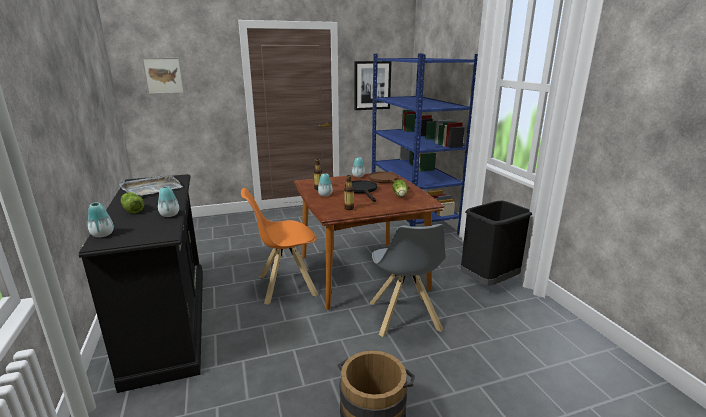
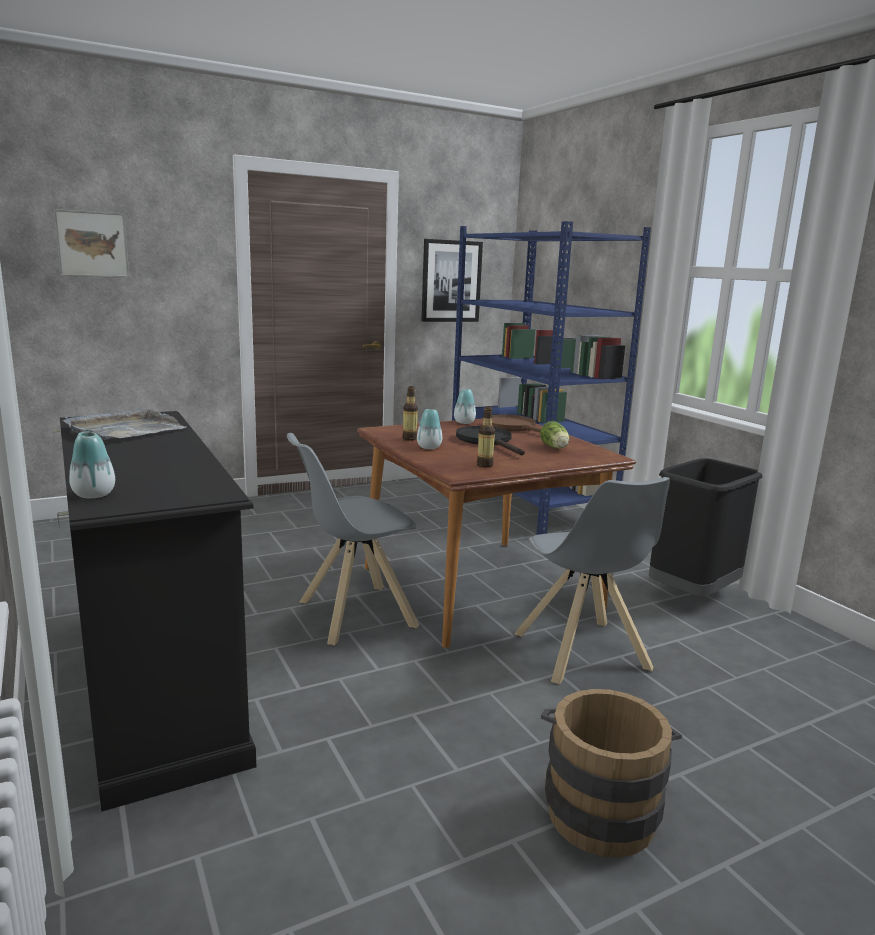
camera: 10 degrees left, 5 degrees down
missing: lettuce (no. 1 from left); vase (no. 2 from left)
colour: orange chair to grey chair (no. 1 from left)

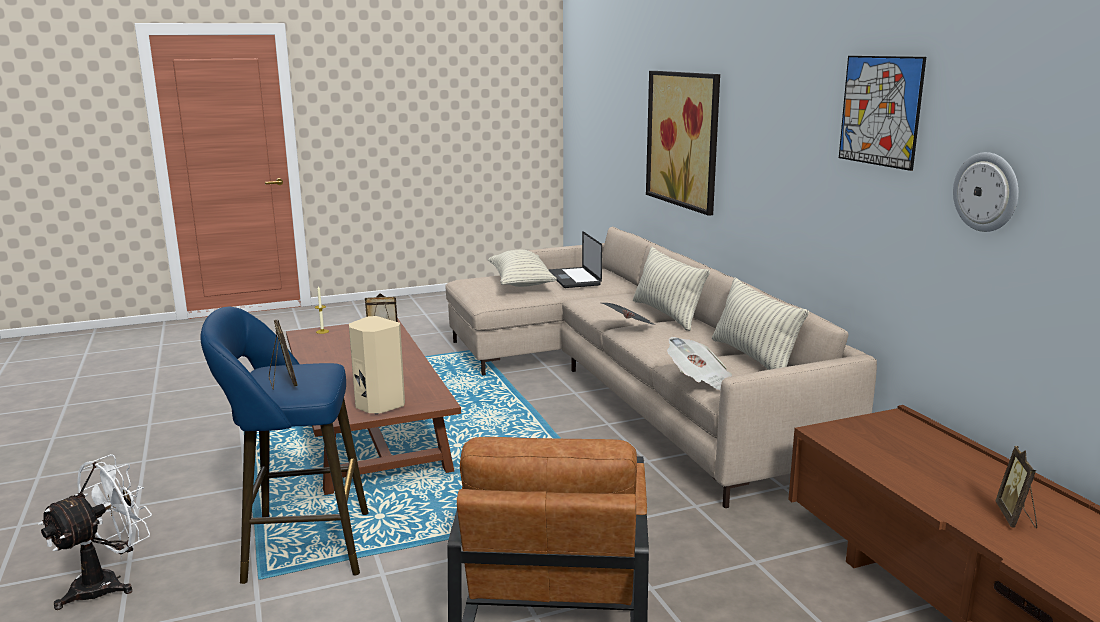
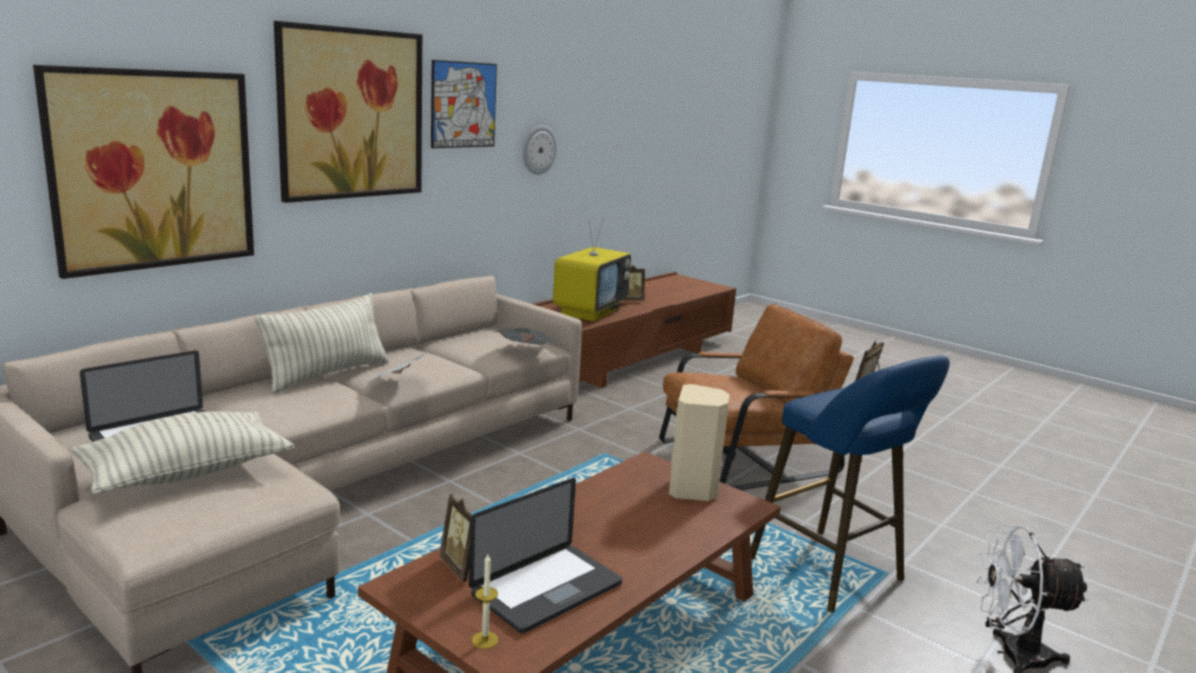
camera: 120 degrees left, 0 degrees up
missing: pillow (no. 3 from left)
appeared: picture (no. 2 from left); laptop (no. 2 from left); television

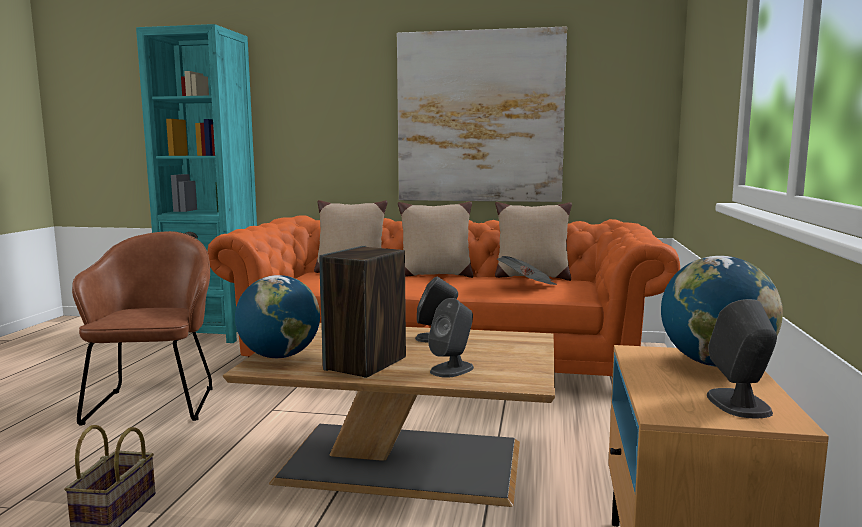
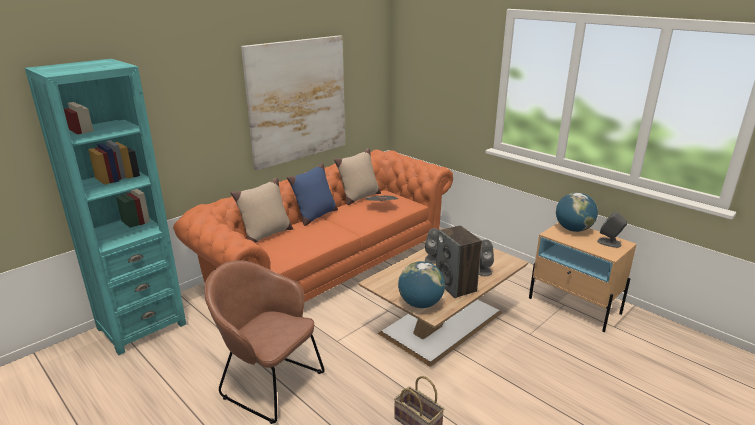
camera: 55 degrees left, 15 degrees up
colour: beige pillow (no. 2 from left) to blue pillow

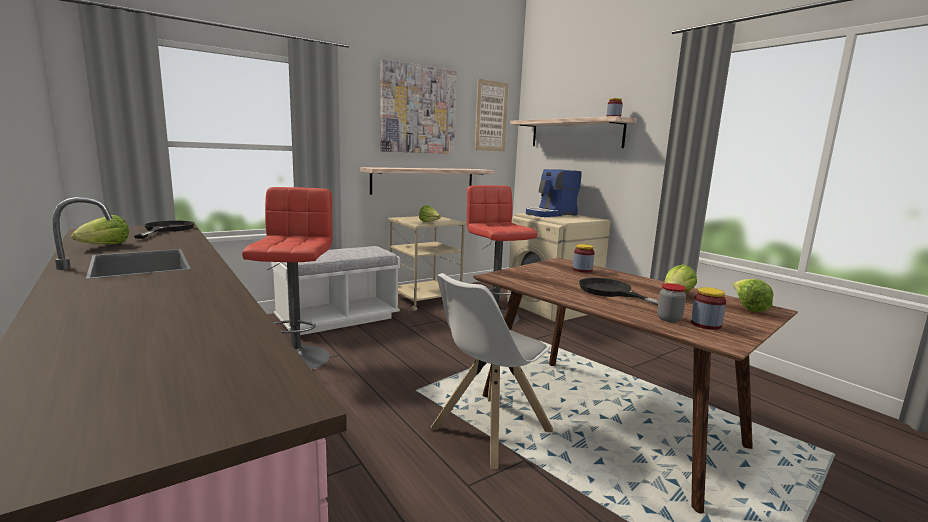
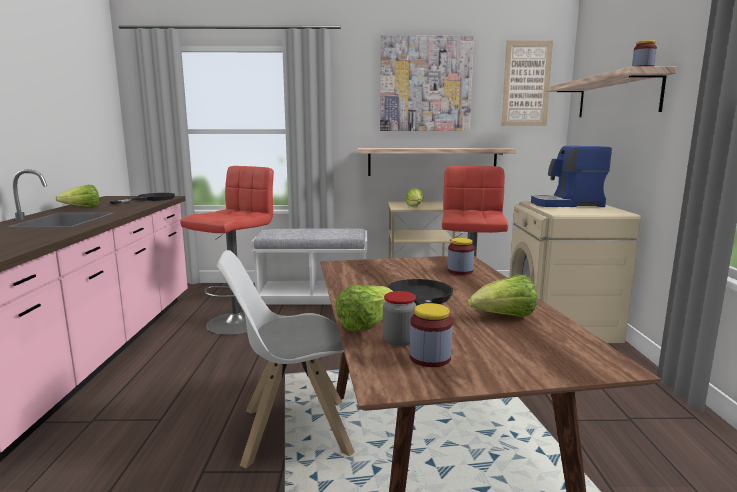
camera: 35 degrees right, 0 degrees up
relocated: lettuce (no. 4 from left in the first image) to lettuce (no. 2 from left)

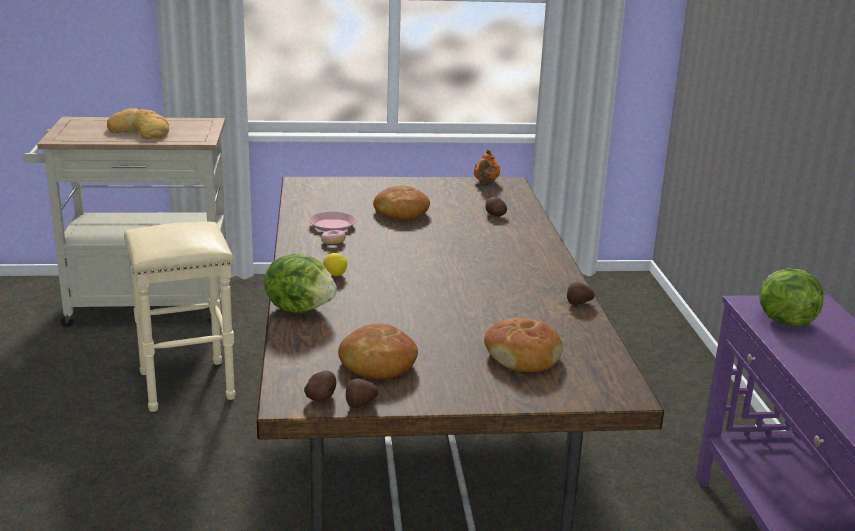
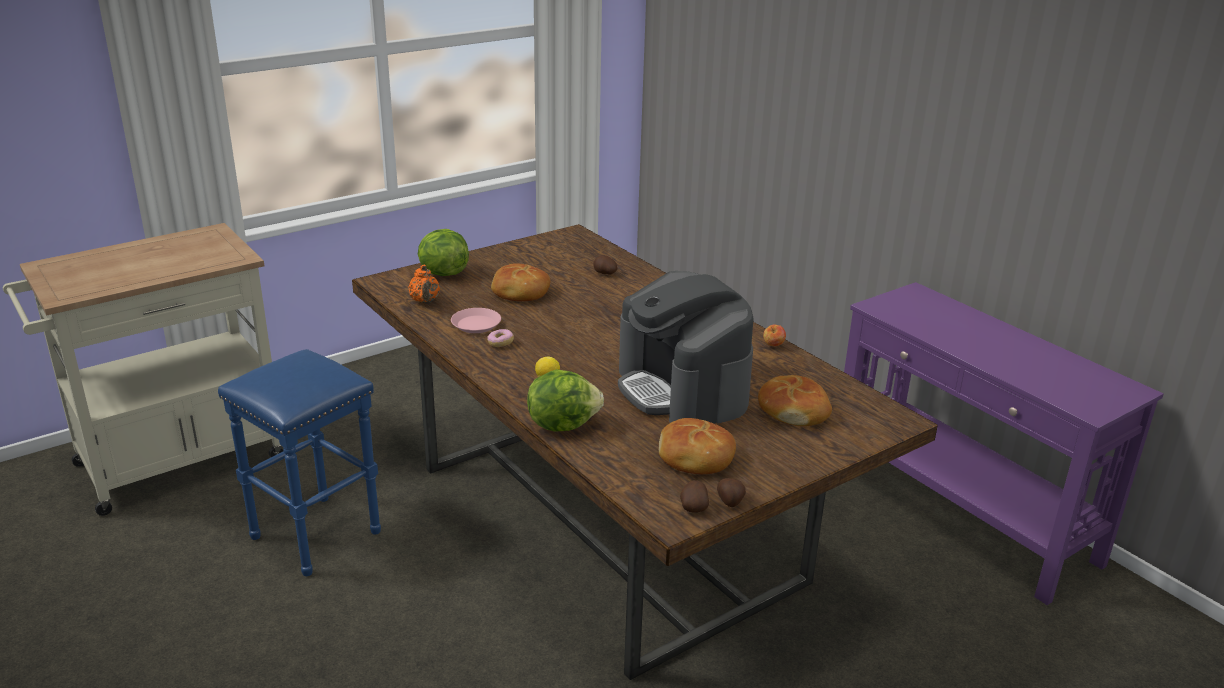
camera: 30 degrees left, 5 degrees up
missing: bread (no. 1 from left)
appeared: coffee machine
relocated: orange teapot; lettuce (no. 2 from left in the first image) to lettuce (no. 1 from left)
exchanged: potato (no. 4 from left) to apple
colour: beige stool to blue stool

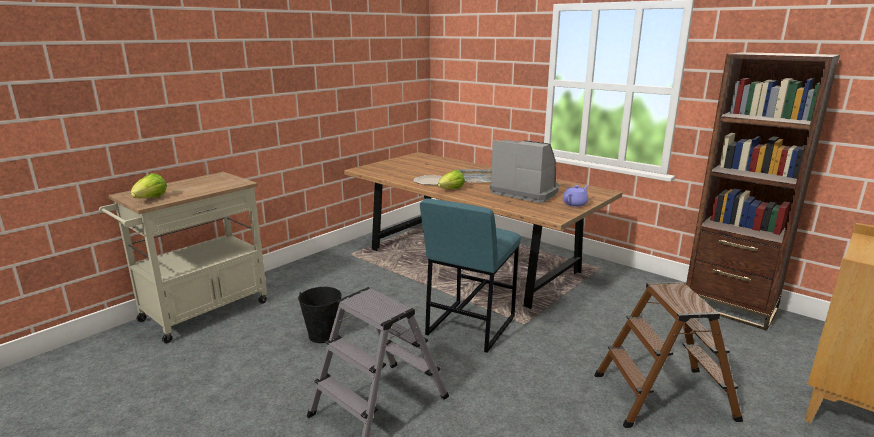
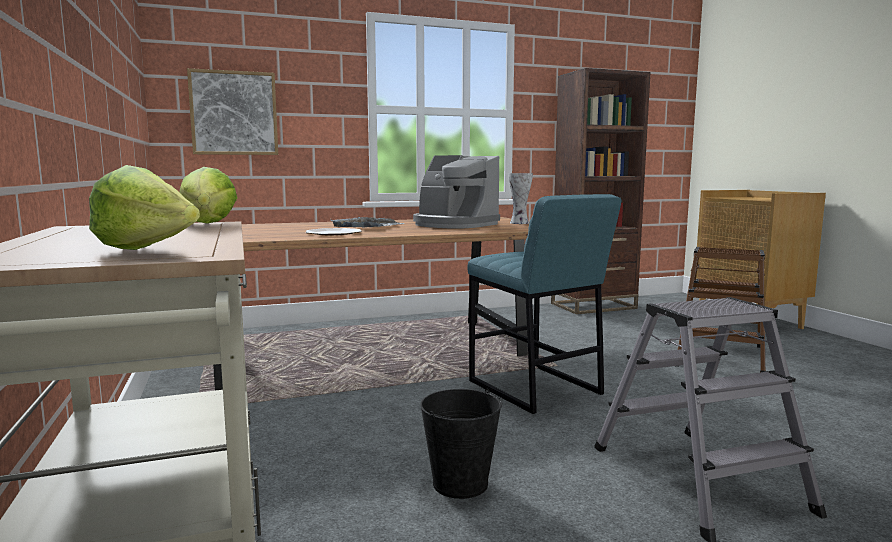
camera: 60 degrees left, 10 degrees down
appeared: picture
relocated: lettuce (no. 2 from left)
exchanged: purple teapot to vase
spun: coffee machine 120 degrees counterclockwise

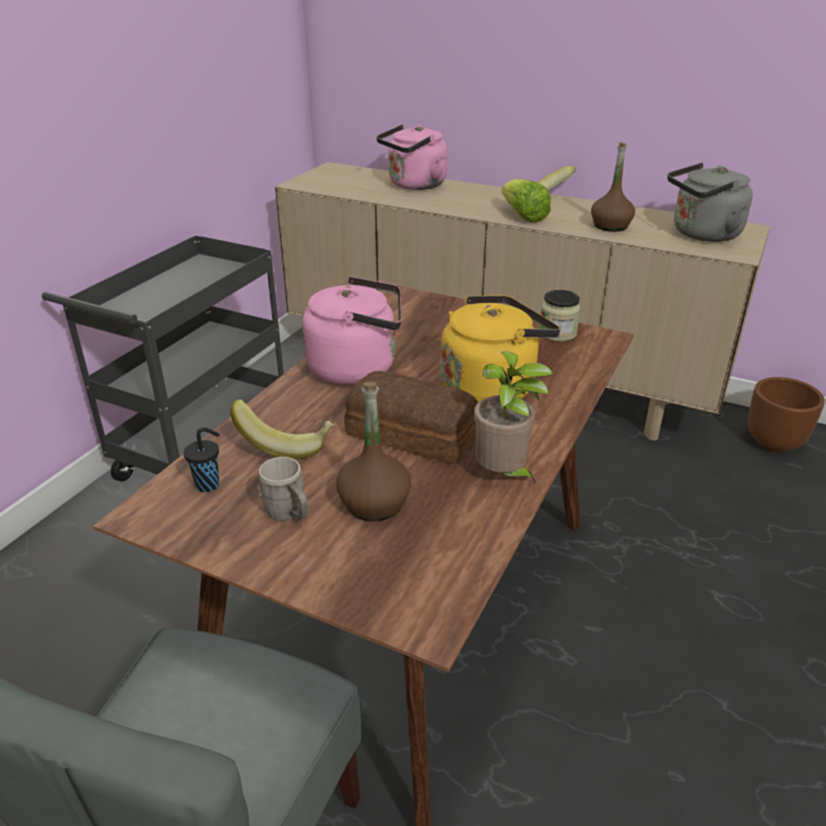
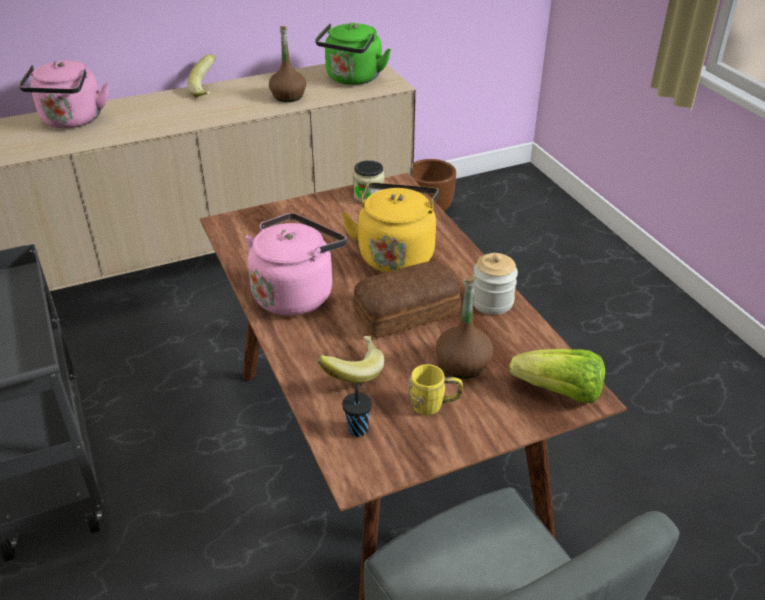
camera: 50 degrees left, 5 degrees up
relocated: lettuce
exchanged: potted plant to jar (no. 2 from left)
colour: grey mug to yellow mug; grey kettle to green kettle

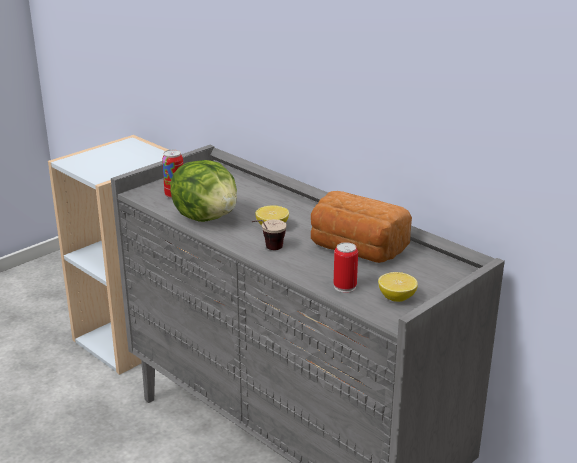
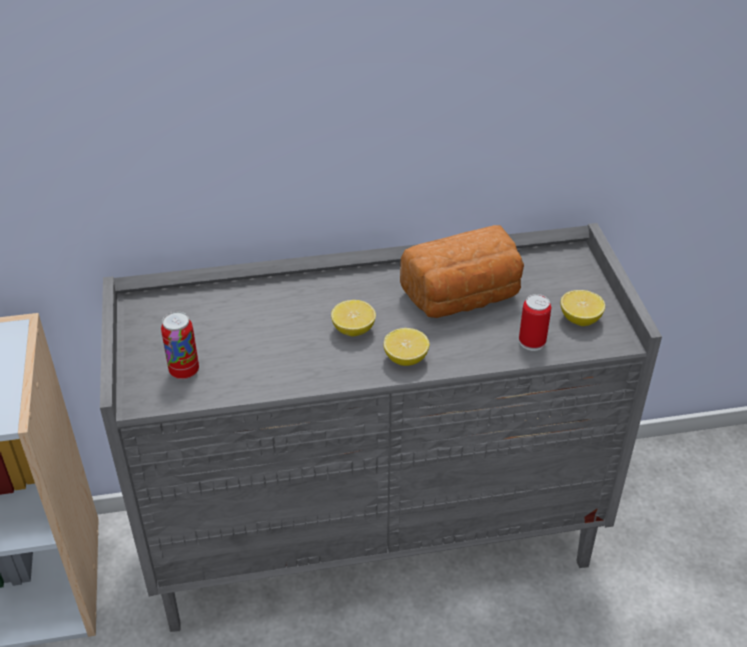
camera: 55 degrees left, 15 degrees up
missing: lettuce
exchanged: cup to lemon (no. 2 from left)

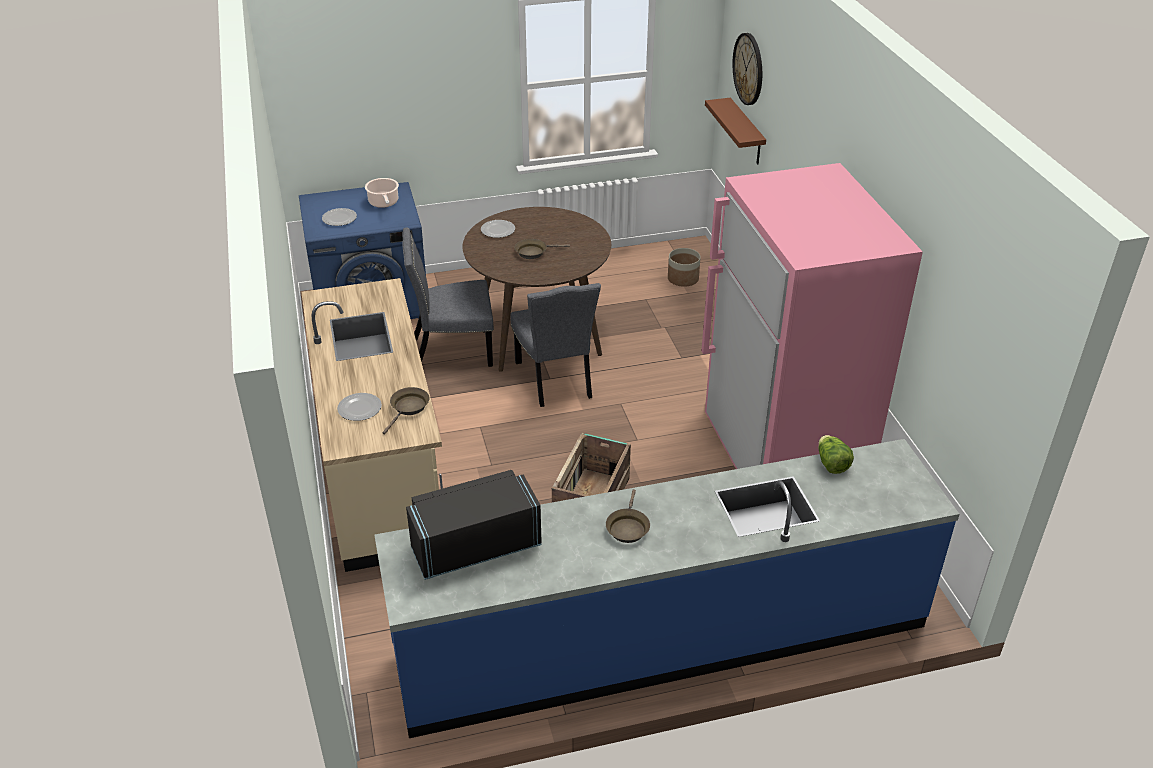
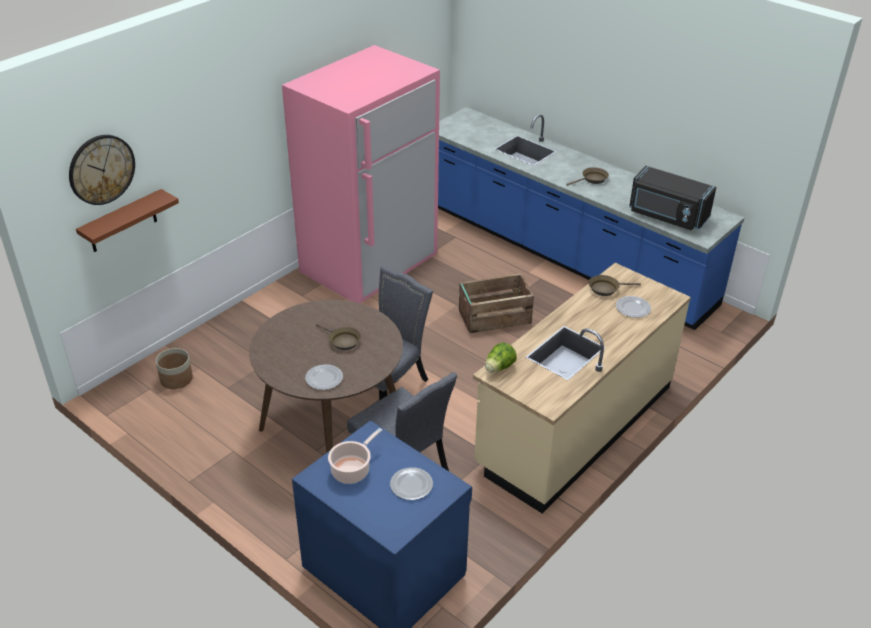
camera: 125 degrees left, 0 degrees up
relocated: lettuce

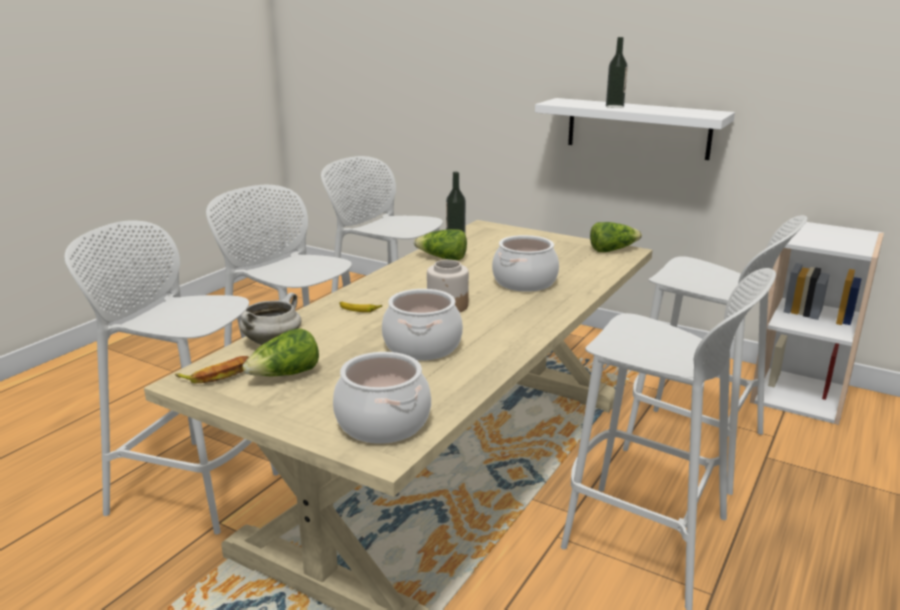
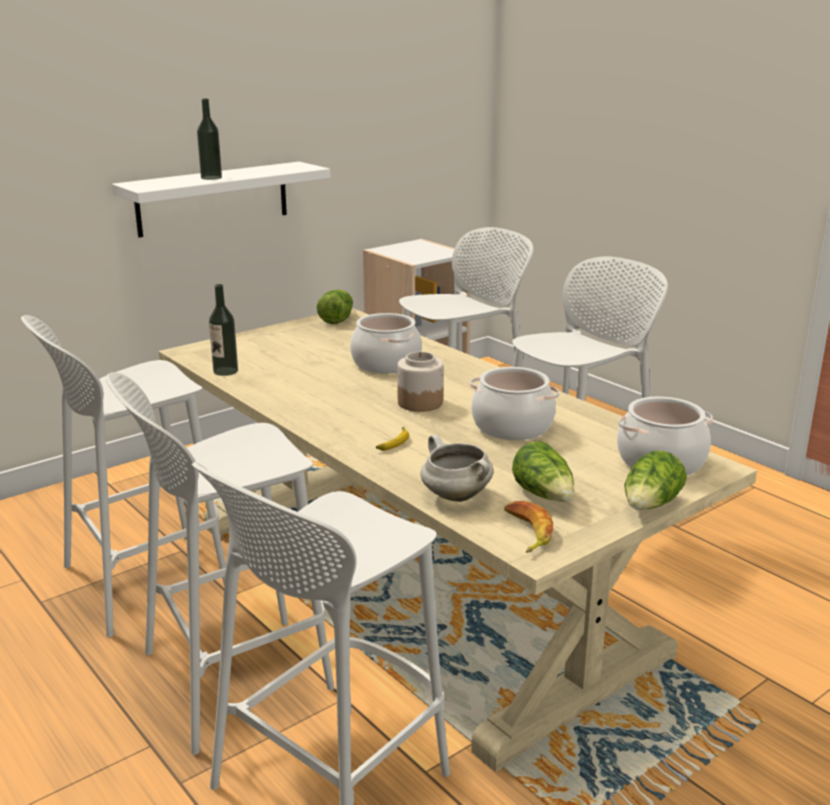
camera: 70 degrees left, 0 degrees up
relocated: lettuce (no. 2 from left in the first image) to lettuce (no. 3 from left)

